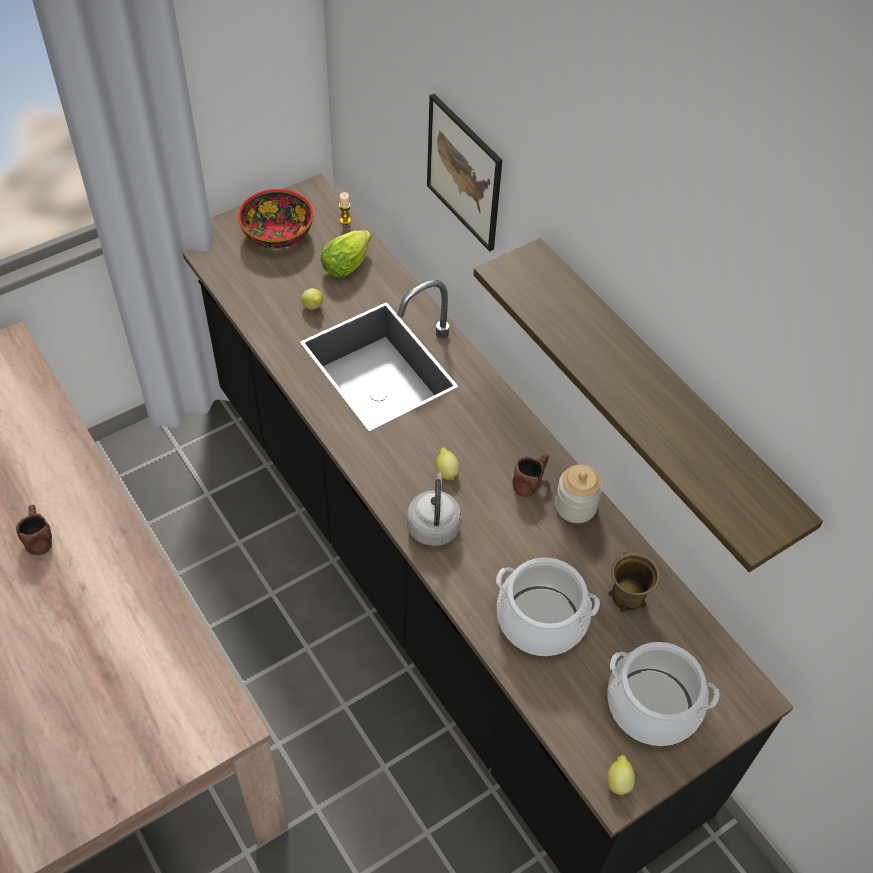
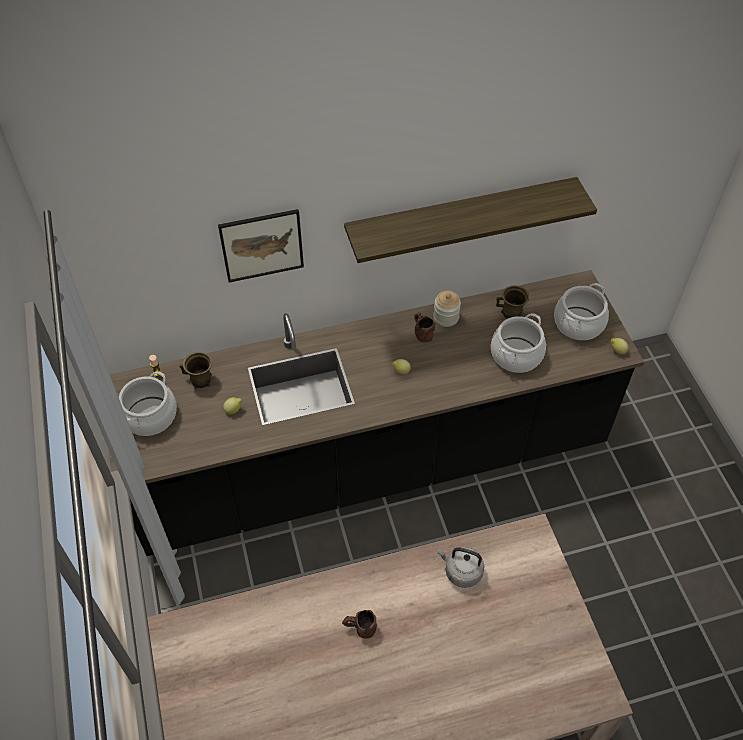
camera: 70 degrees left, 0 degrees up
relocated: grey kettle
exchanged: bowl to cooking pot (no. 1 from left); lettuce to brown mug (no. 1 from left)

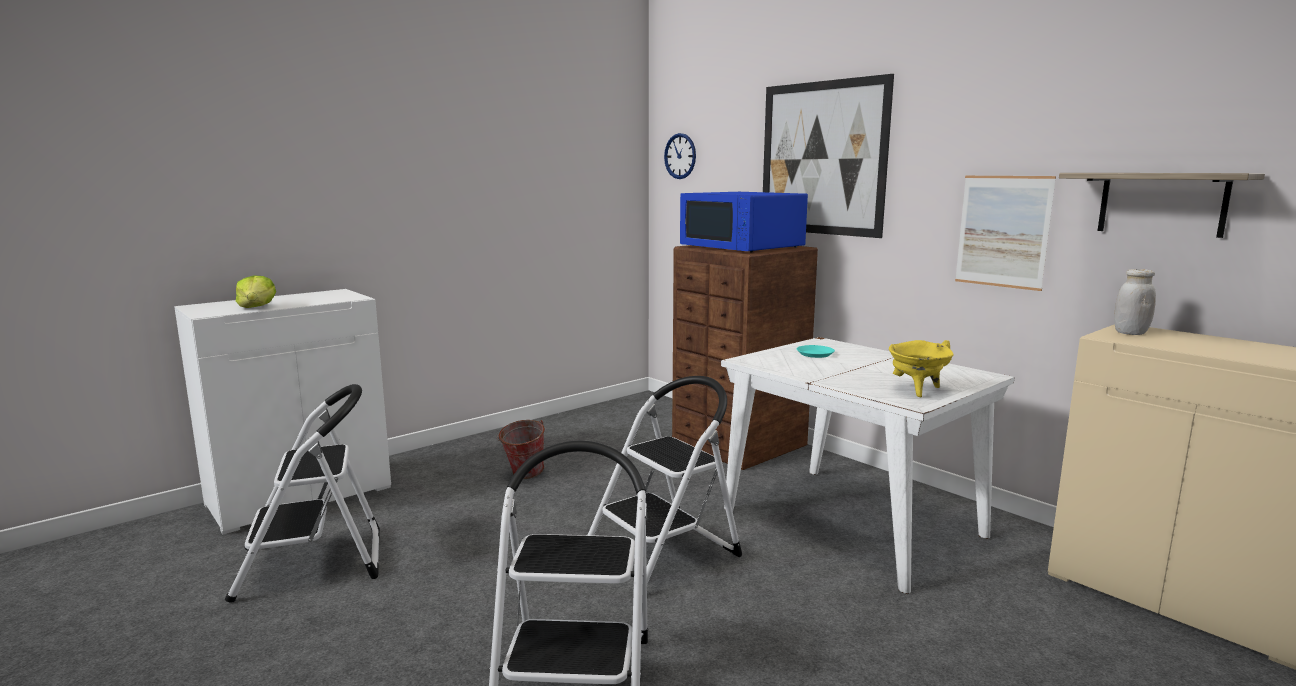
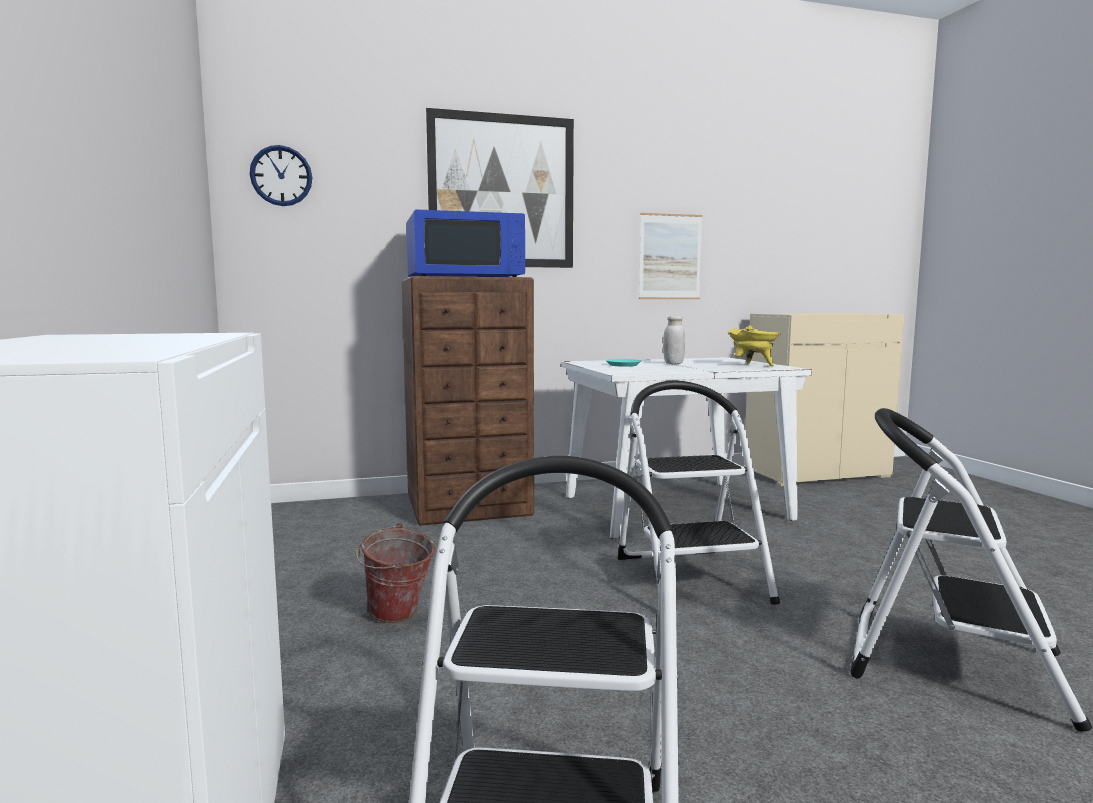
camera: 65 degrees left, 5 degrees down
missing: lettuce; shelf
relocated: white jar

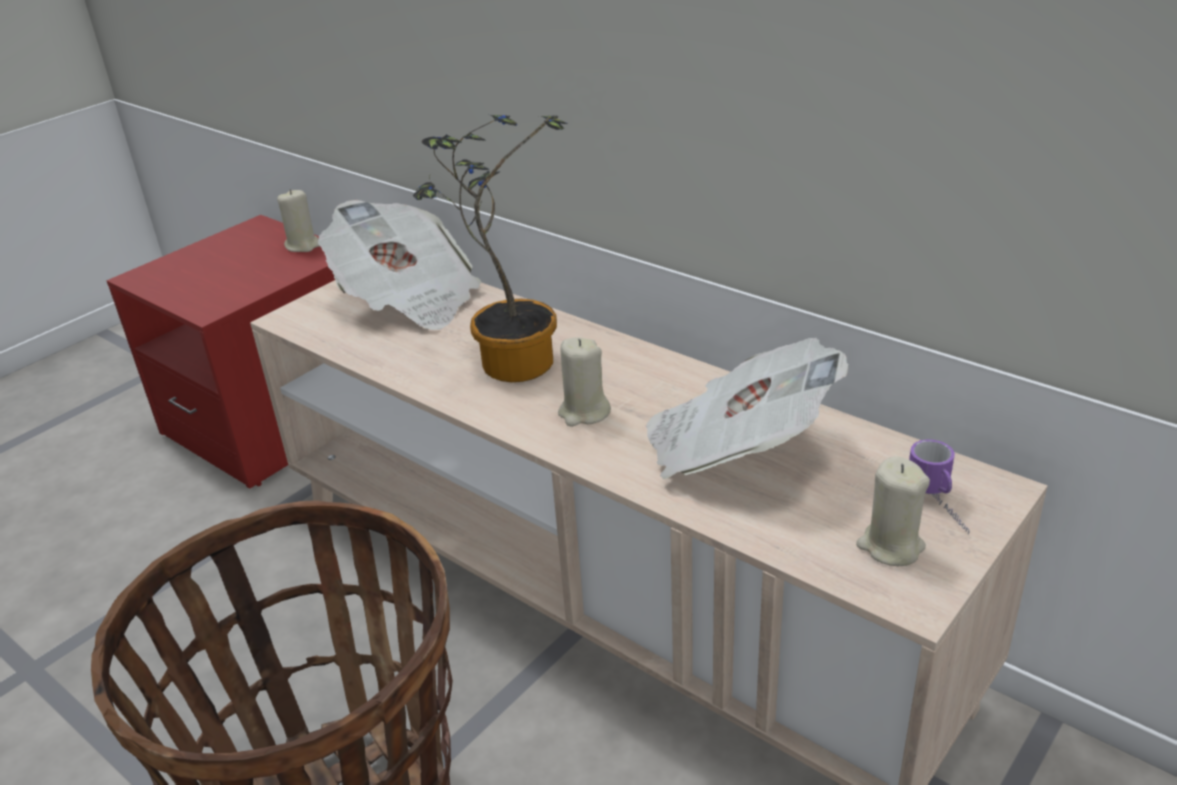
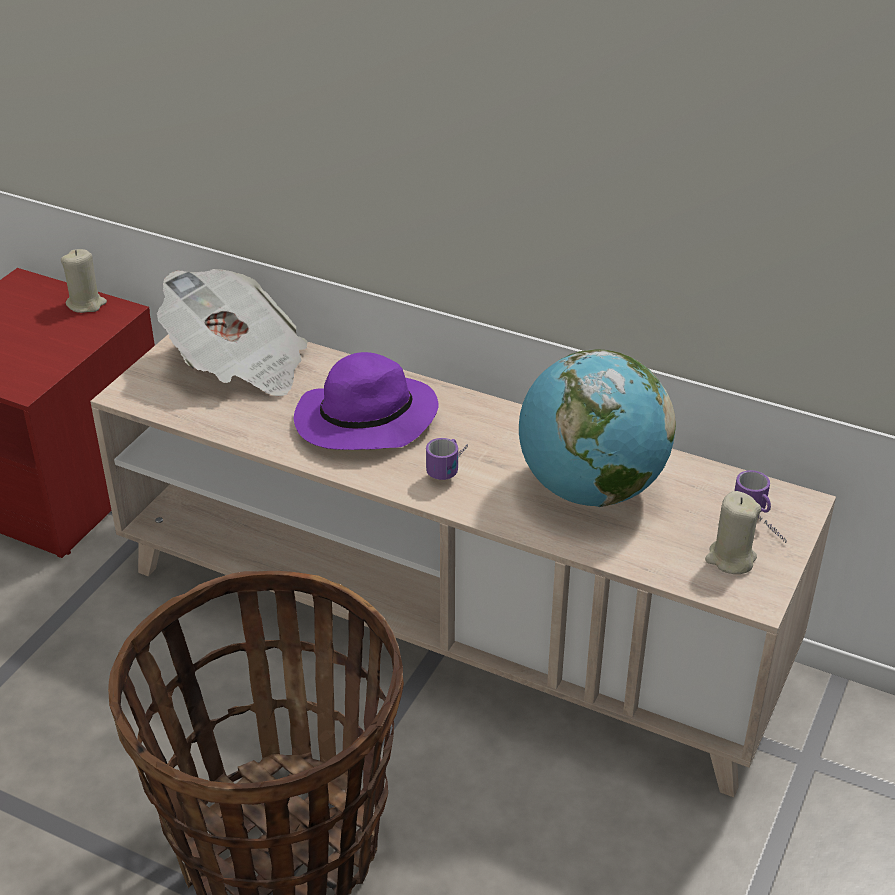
camera: 15 degrees left, 5 degrees up
exchanged: potted plant to purple hat; beige candle (no. 2 from left) to mug (no. 1 from left); newspaper (no. 2 from left) to globe

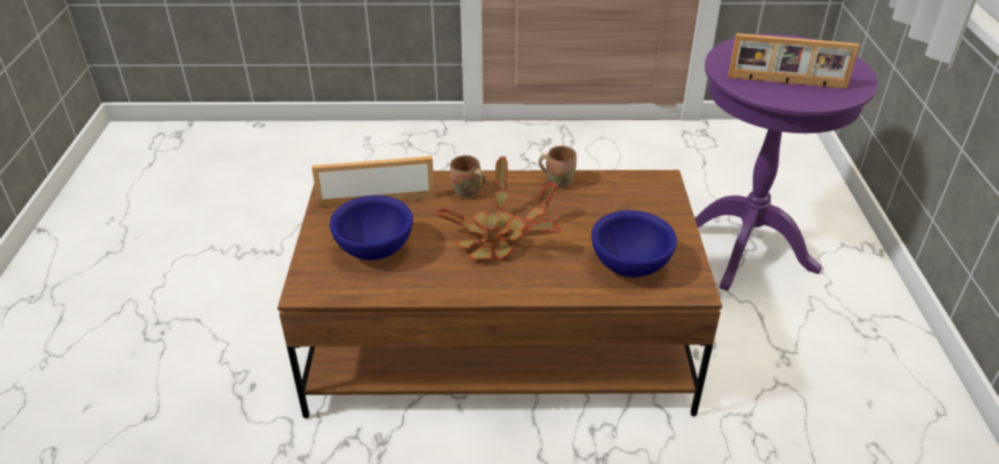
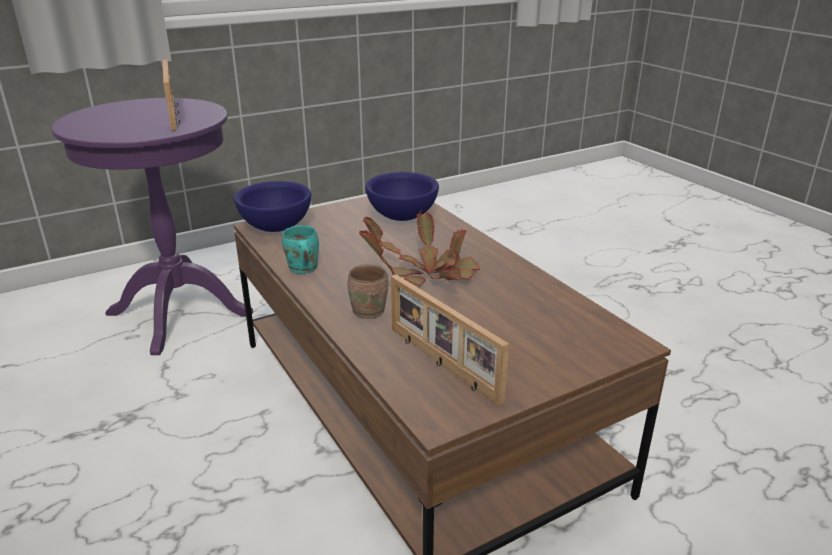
camera: 120 degrees left, 10 degrees down
relocated: blue bowl (no. 1 from left)
colour: brown mug (no. 2 from left) to turquoise mug

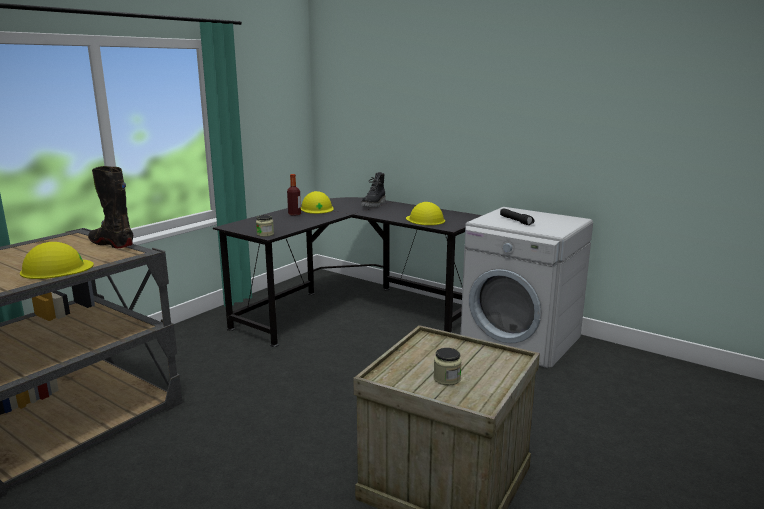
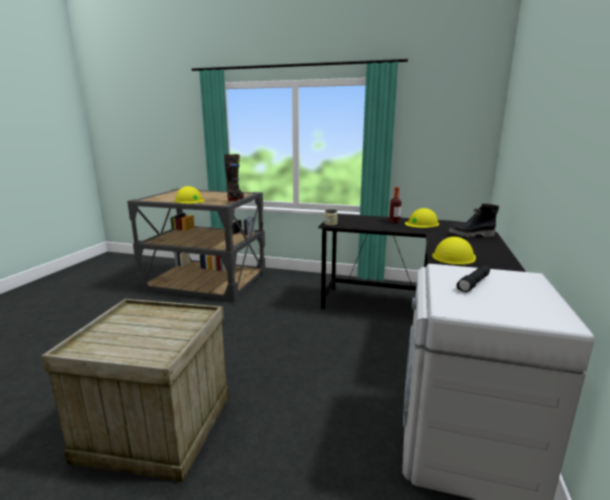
camera: 70 degrees right, 0 degrees up
missing: jar (no. 2 from left)

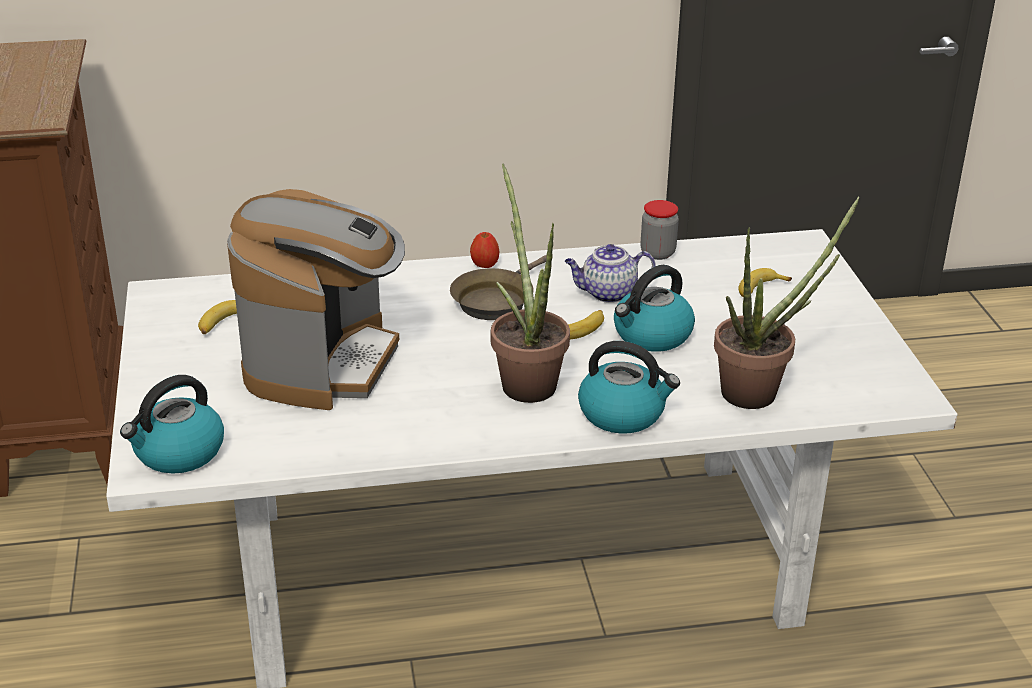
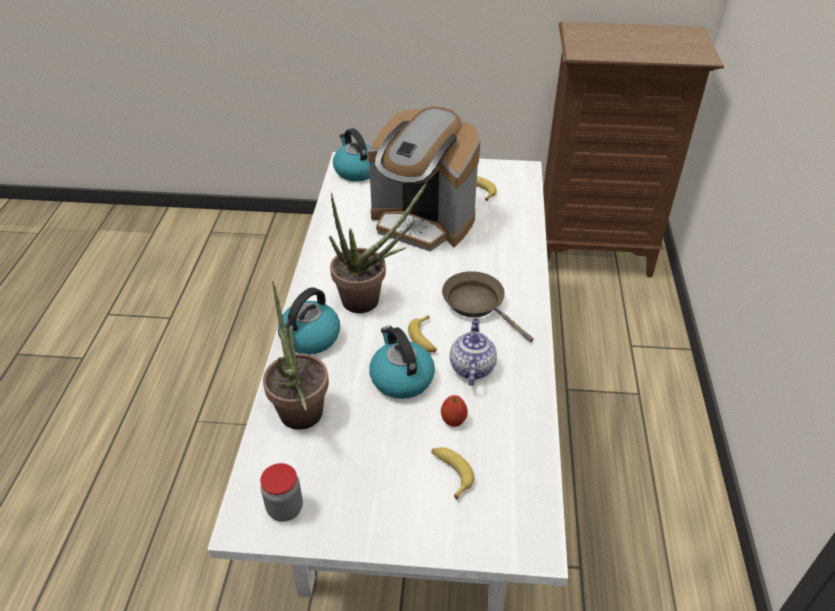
camera: 105 degrees right, 10 degrees up
relocated: apple; jar

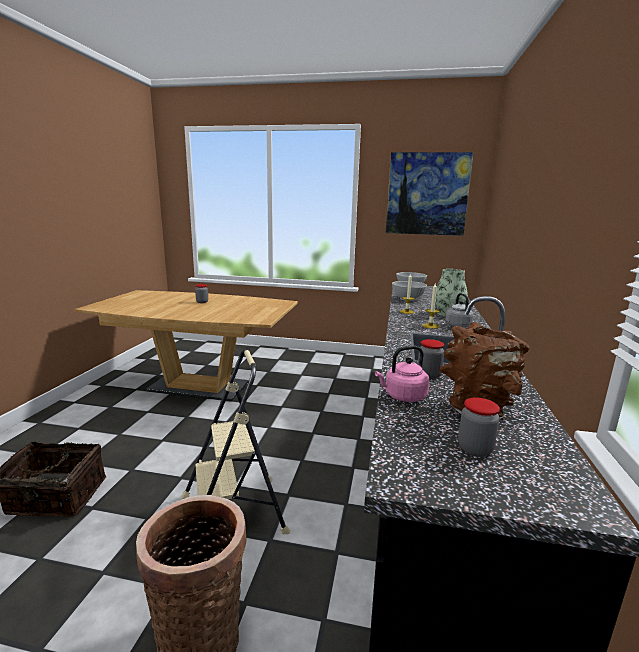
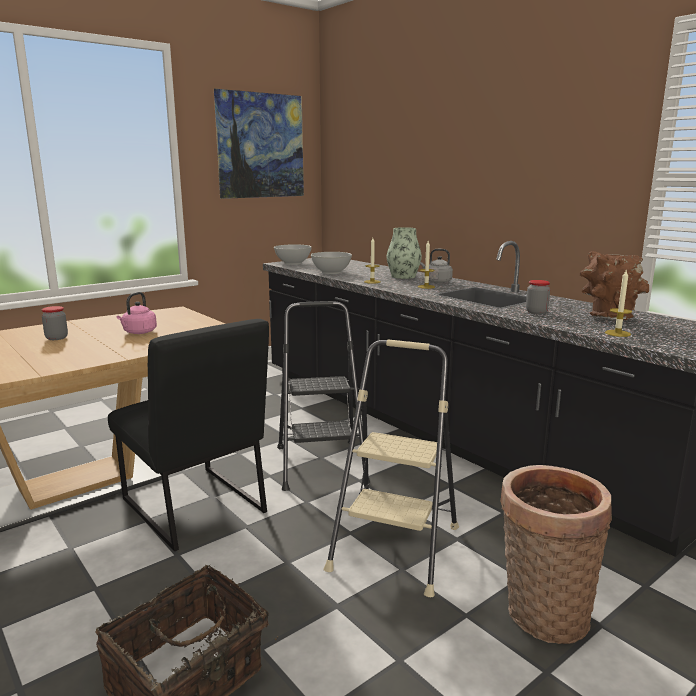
camera: 50 degrees left, 0 degrees up
missing: jar (no. 3 from left)
appeared: black chair; black step ladder; candle (no. 3 from left)
relocated: pink kettle

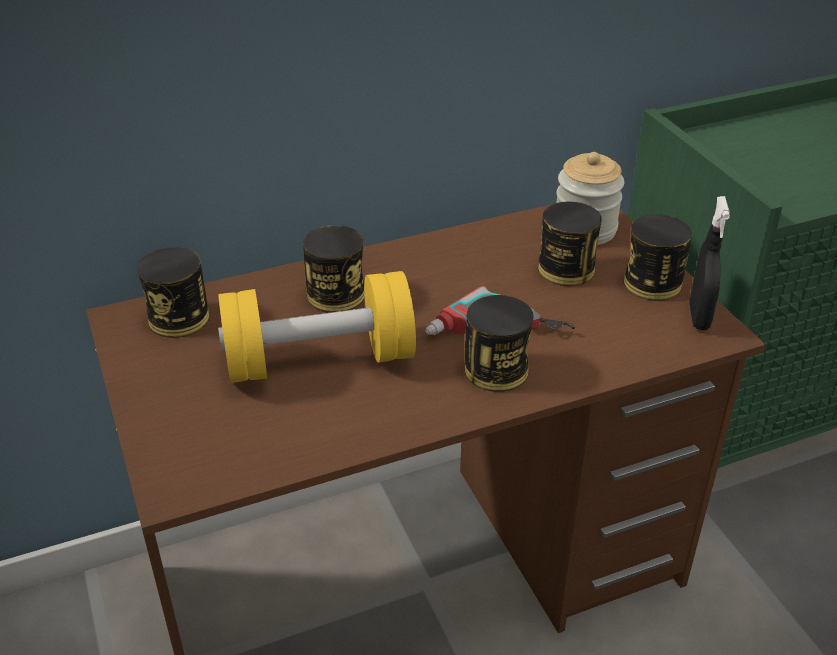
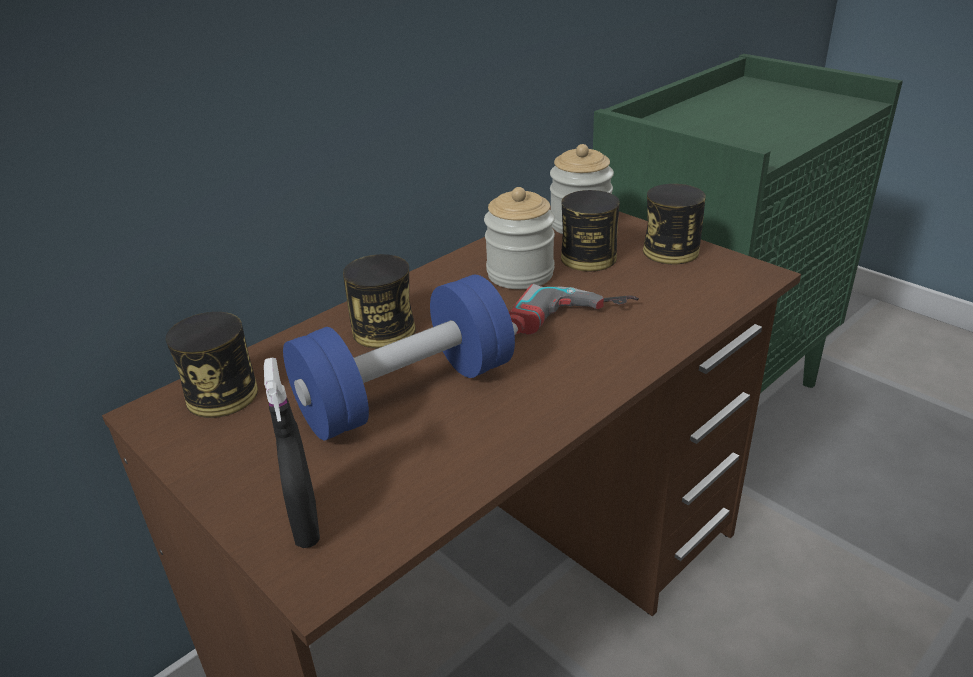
camera: 20 degrees left, 5 degrees down
missing: can (no. 3 from left)
appeared: jar (no. 1 from left)
relocated: black spray bottle
colour: yellow dumbbell to blue dumbbell

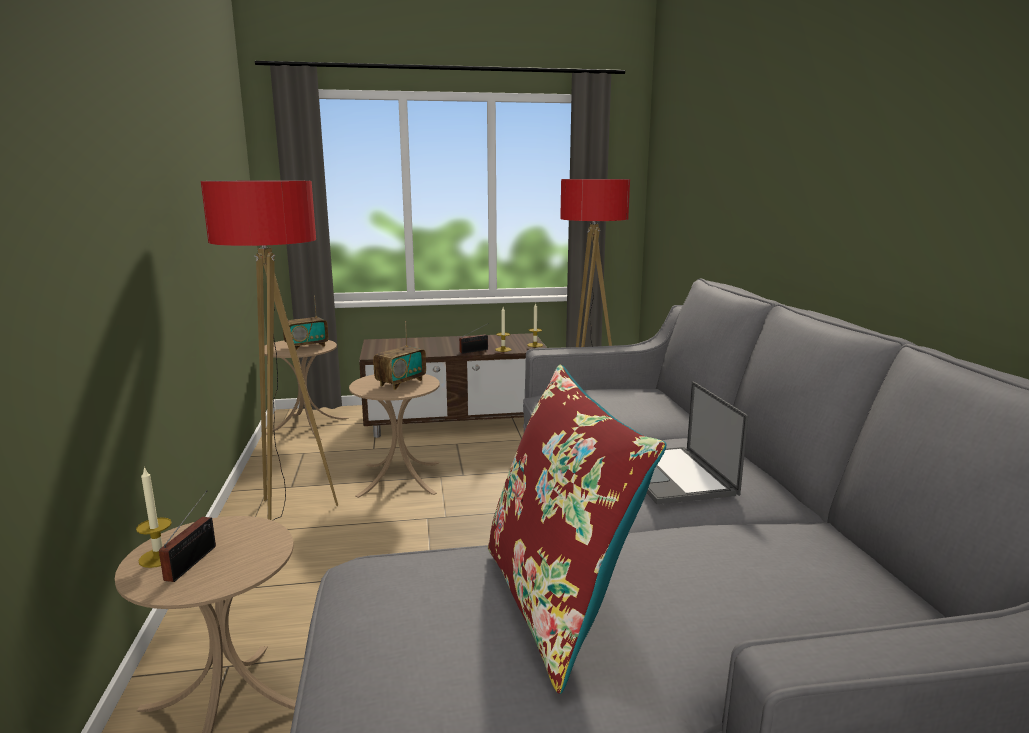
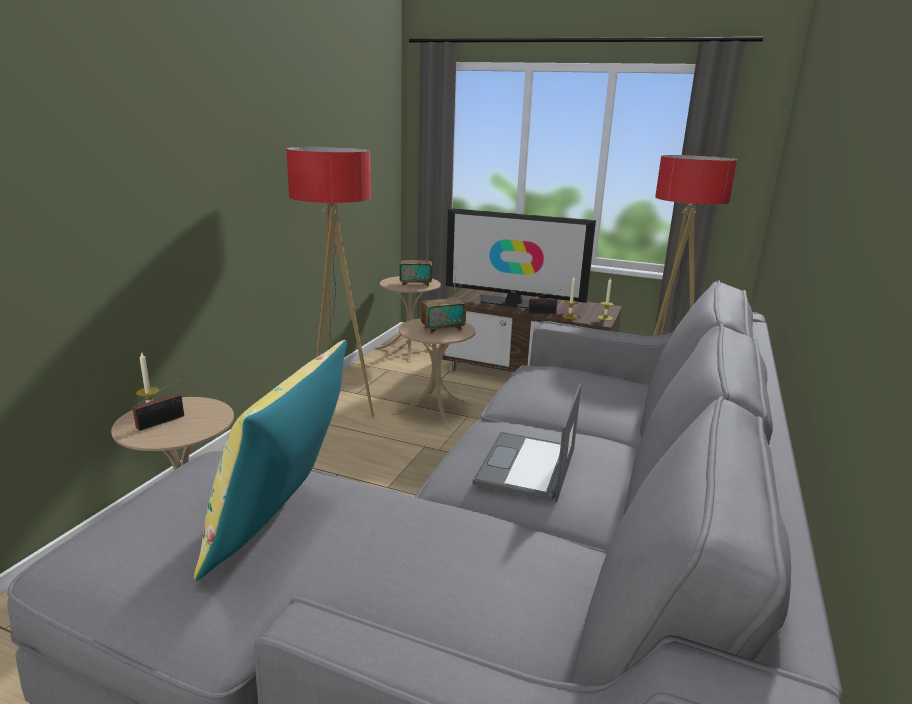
camera: 30 degrees right, 5 degrees up
appeared: television
colour: red pillow to yellow pillow

